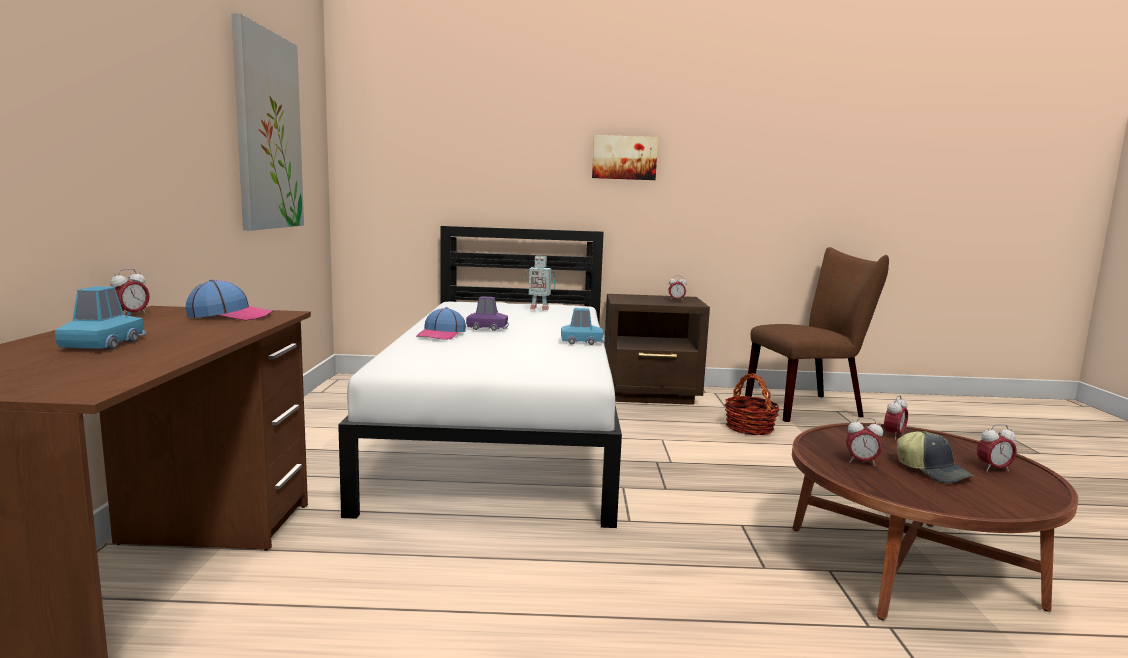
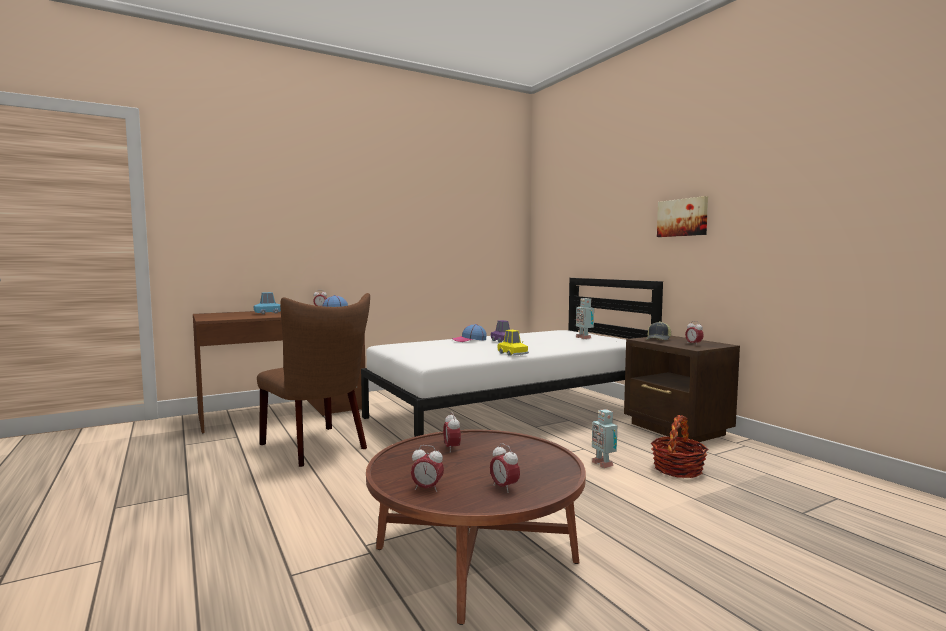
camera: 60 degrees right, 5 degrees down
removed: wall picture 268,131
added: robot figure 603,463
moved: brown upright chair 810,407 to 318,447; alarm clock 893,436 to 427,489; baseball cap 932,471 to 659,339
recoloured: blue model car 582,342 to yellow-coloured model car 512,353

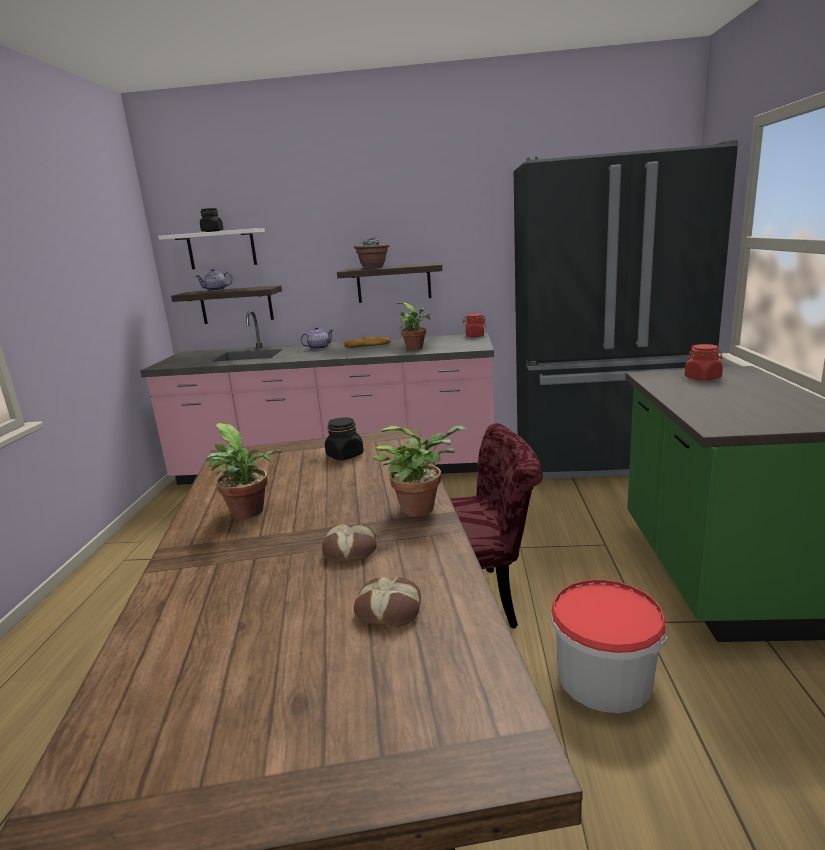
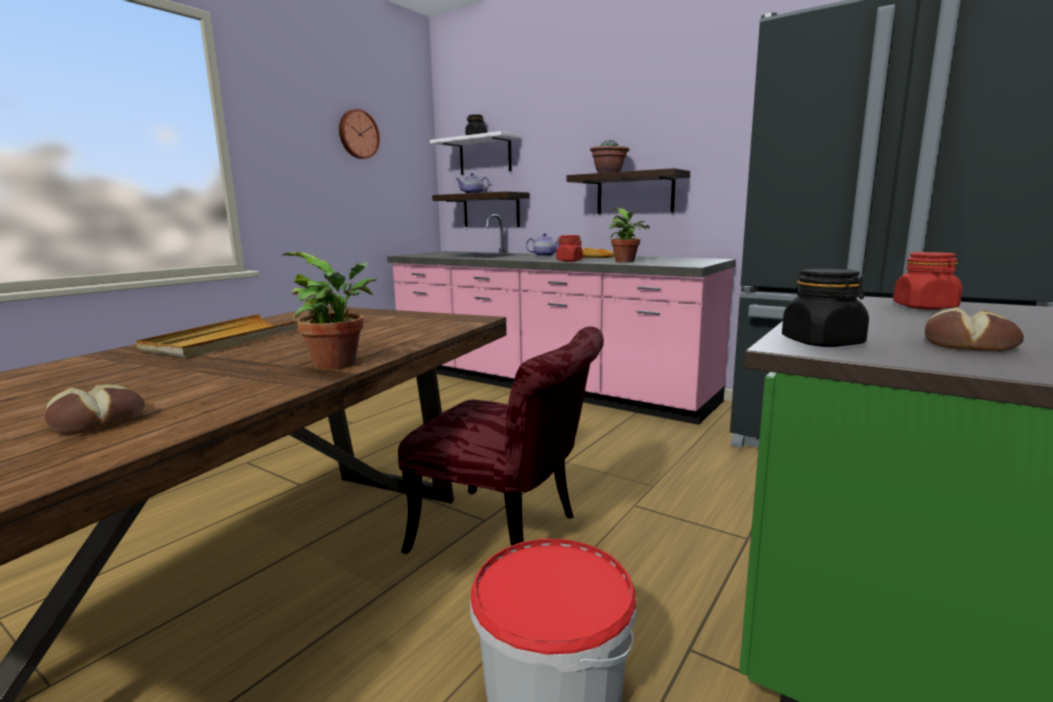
camera: 30 degrees right, 5 degrees down
added: wall clock 358,134
moved: red-coloured jar 475,336 to 569,261; black-coloured jar 345,455 to 822,342; bread 351,550 to 969,344
replaced: potted plant 249,513 to beige carrying tray 228,340

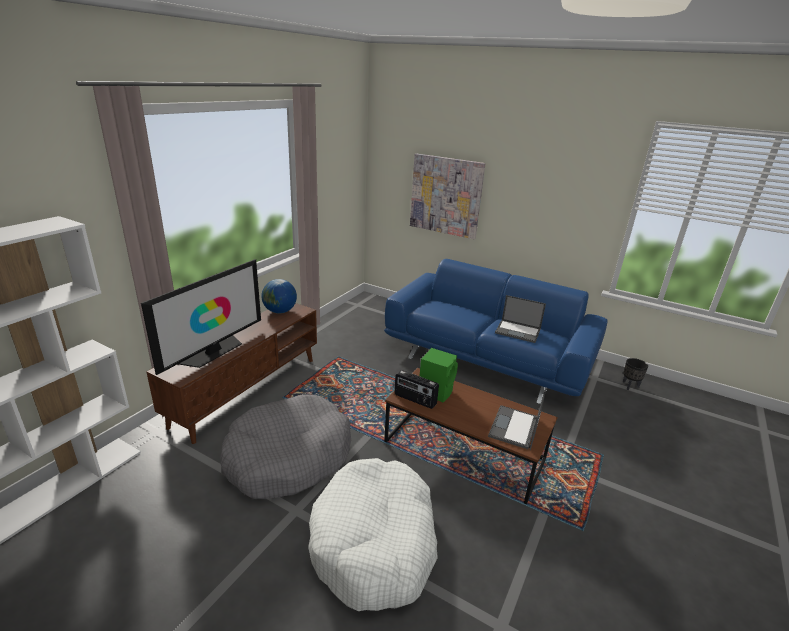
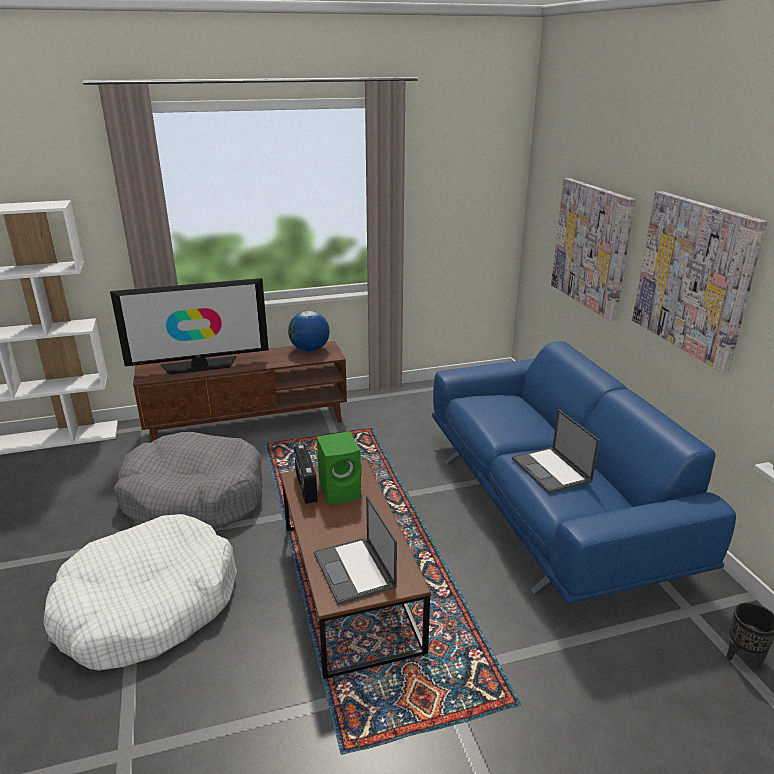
camera: 45 degrees right, 0 degrees up
added: wall picture 694,277
turned: notebook computer 514,428 = 355,571 90 degrees counterclockwise

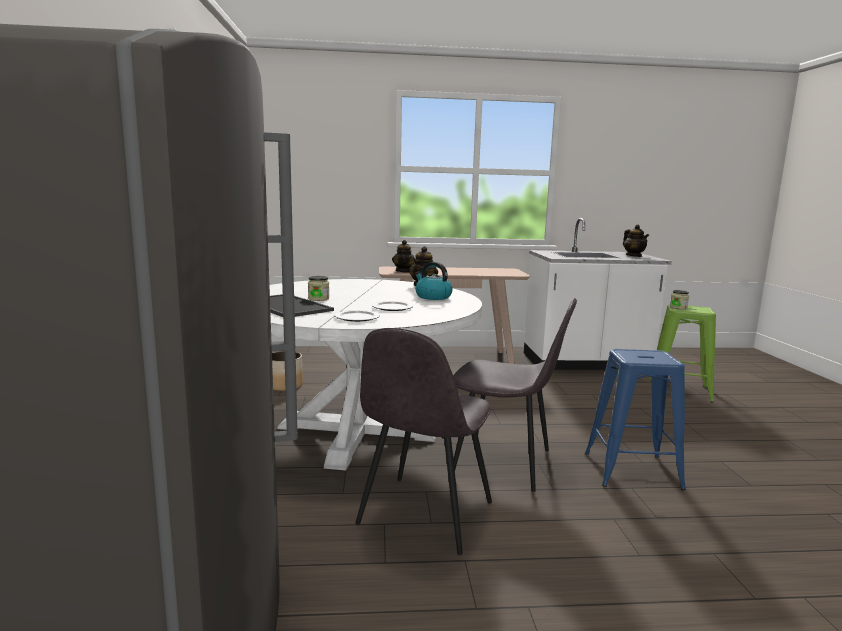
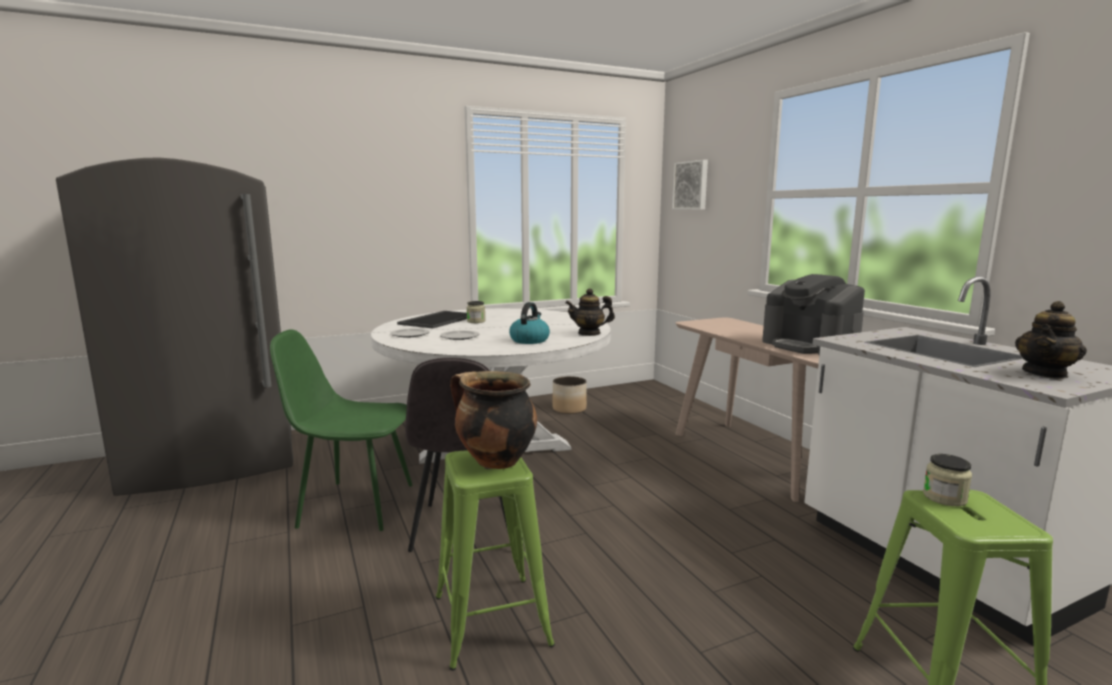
camera: 70 degrees right, 0 degrees up
removed: pot for tea 403,271
added: saucepot 494,461; wall picture 691,185; coffee brewer 810,346
recoloured: gray upright chair 424,515 to green-coloured upright chair 354,505; blue sitting stool 631,470 to green-coloured sitting stool 491,619

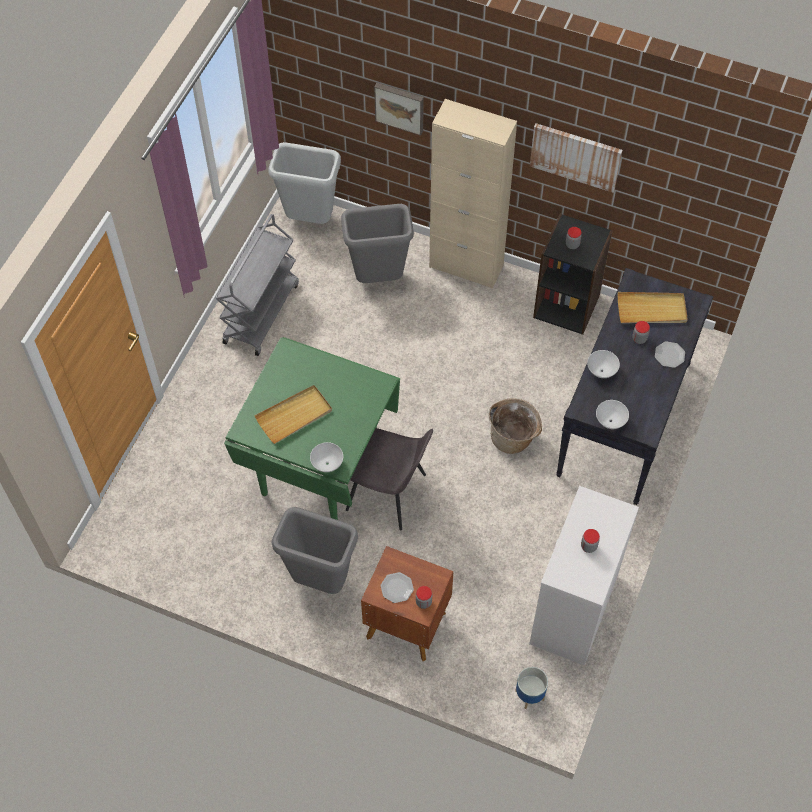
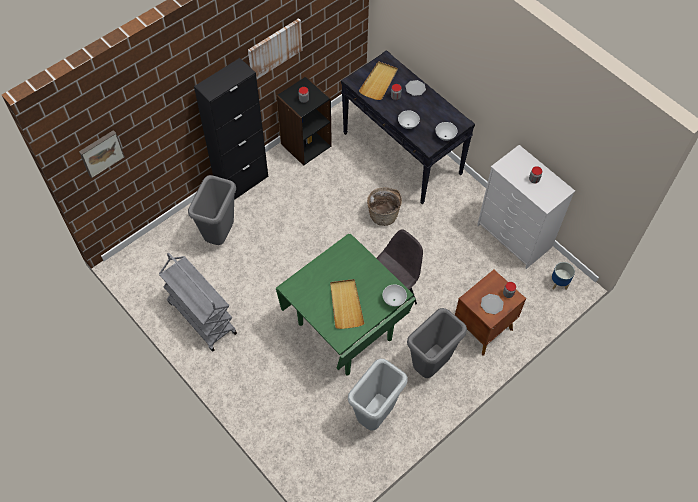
camera: 65 degrees left, 0 degrees up
moved: wall picture 400,107 to 101,153; gray rubbish bin 310,219 to 374,415
recoloured: beige cupboard 466,266 to black-coloured cupboard 242,183

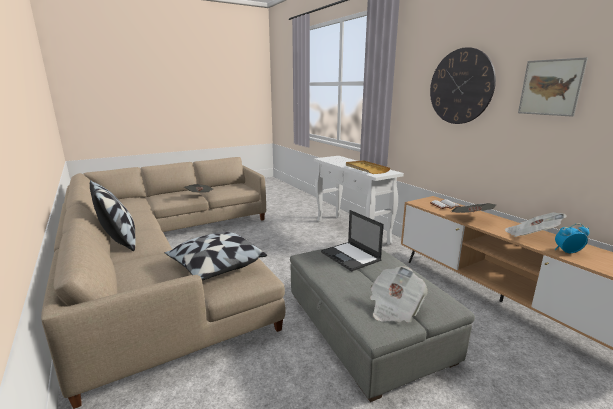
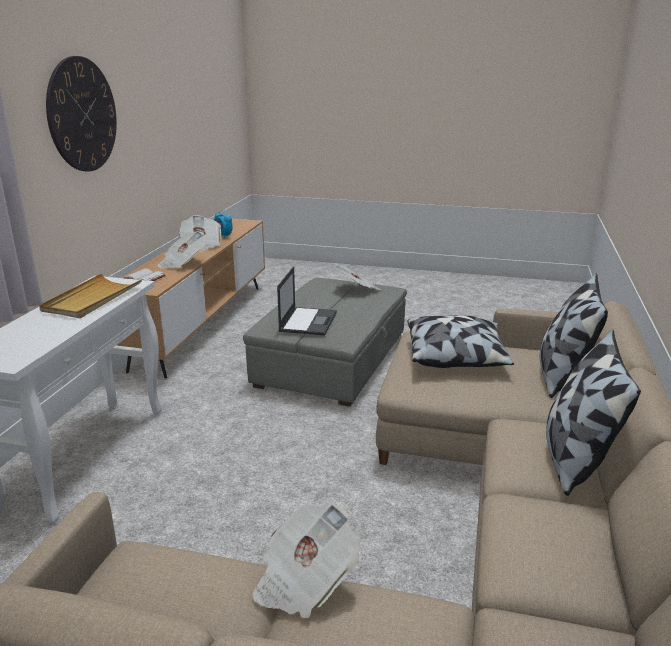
camera: 135 degrees left, 5 degrees up
removed: wall picture 550,87
added: throw pillow 562,375

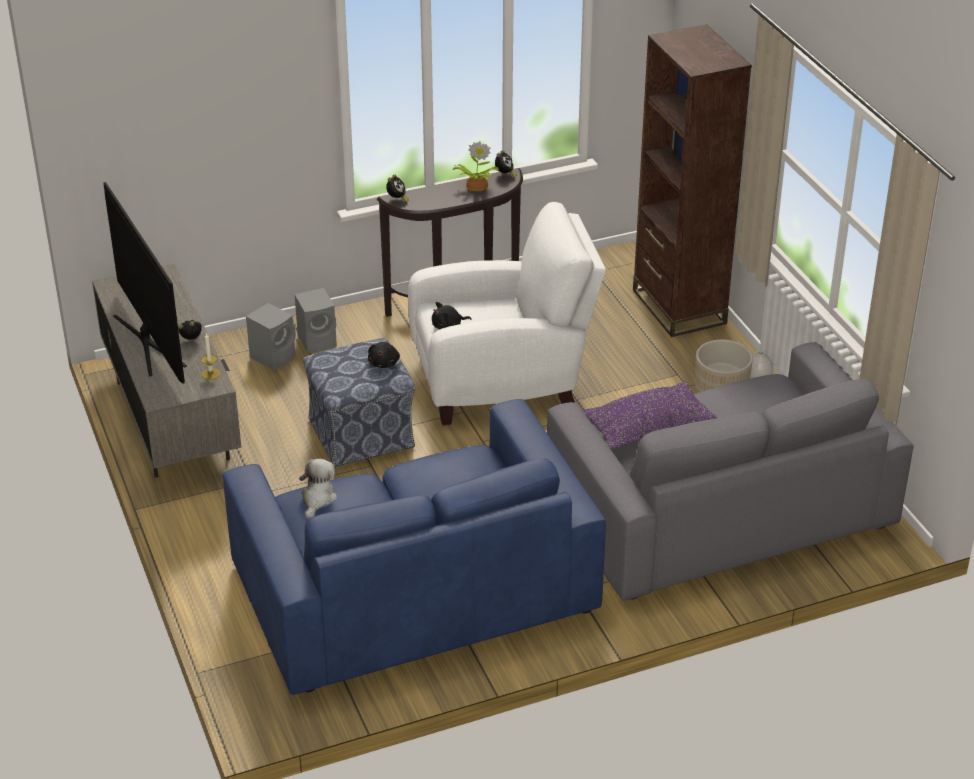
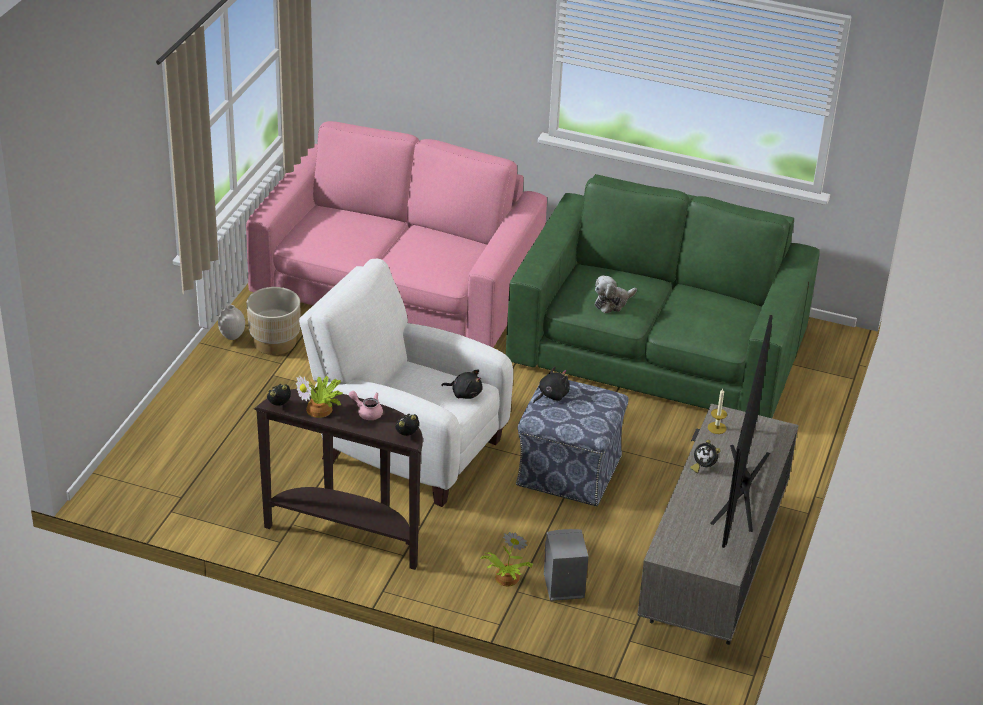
camera: 140 degrees left, 0 degrees up
removed: purplish throw pillow 647,427; brown bookcase 678,307
added: pink pot for tea 367,412
moved: soft toy 318,499 to 612,303
replaced: gray audio speaker 318,341 to potted plant 505,578
recoloured: gray couch 718,507 to pink couch 397,284; blue couch 413,589 to green-coloured couch 659,348

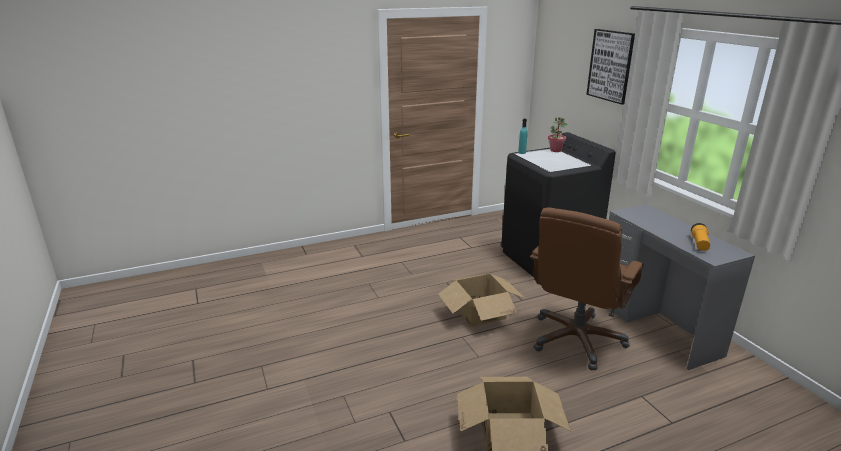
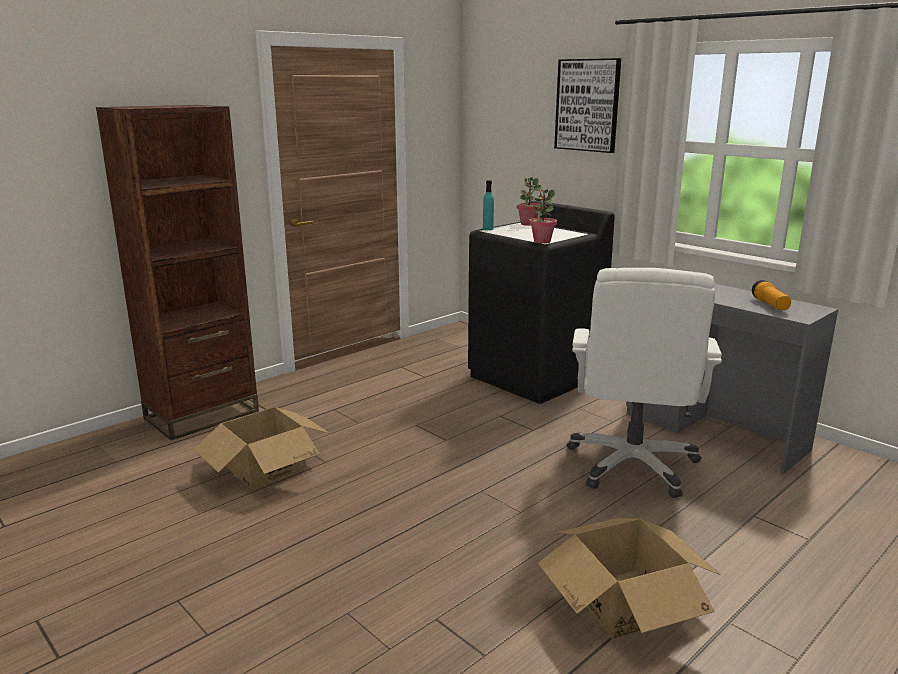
camera: 20 degrees left, 5 degrees down
added: brown bookcase 202,415; potted plant 542,241
moved: carton 480,312 to 266,467
recoloured: brown desk chair 576,340 to white desk chair 632,465

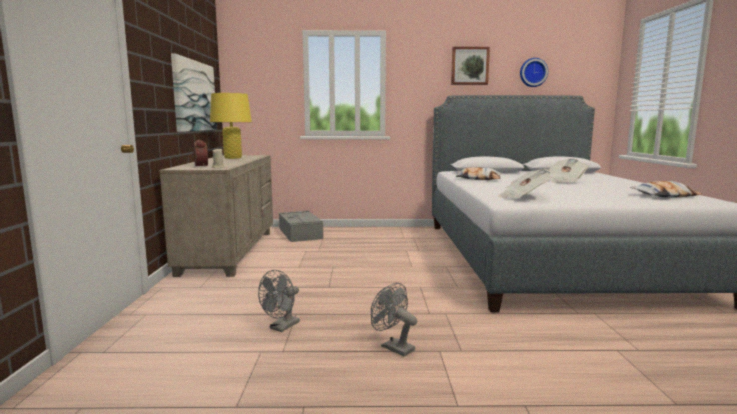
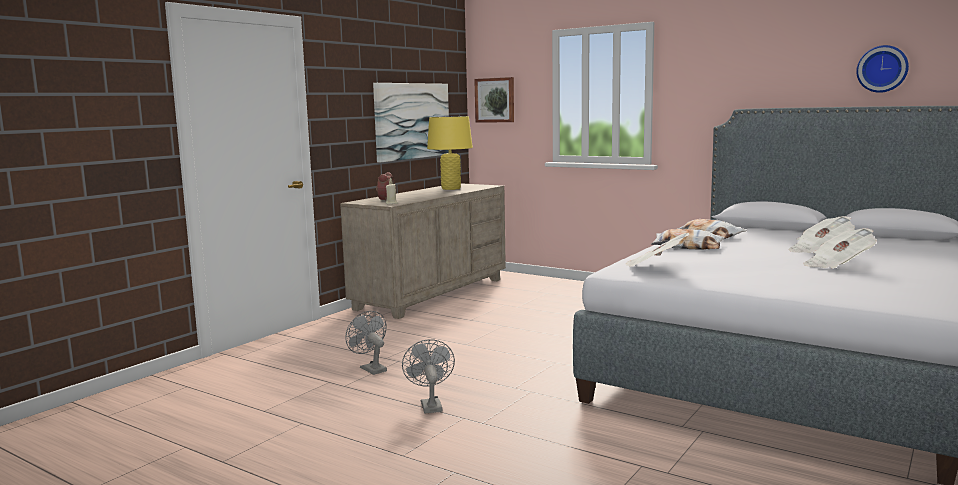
camera: 35 degrees right, 0 degrees up
removed: gray storage container 300,233
added: newspaper 837,265
moved: wall picture 469,66 to 495,100; throw pillow 664,196 to 687,246
turned: gray cooling fan 281,327 = 370,369 75 degrees clockwise

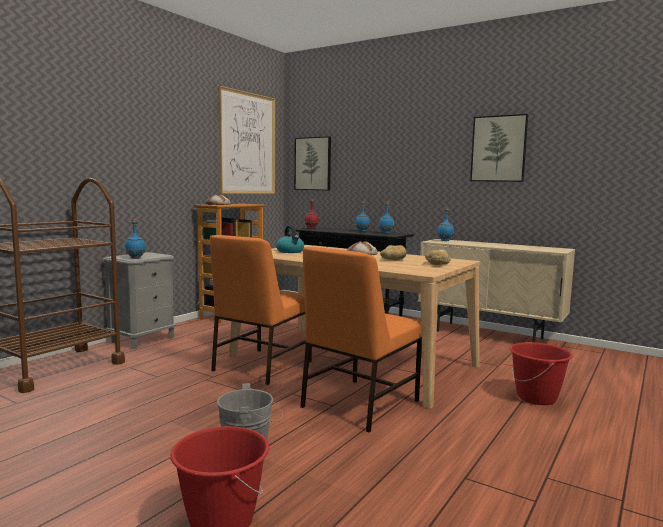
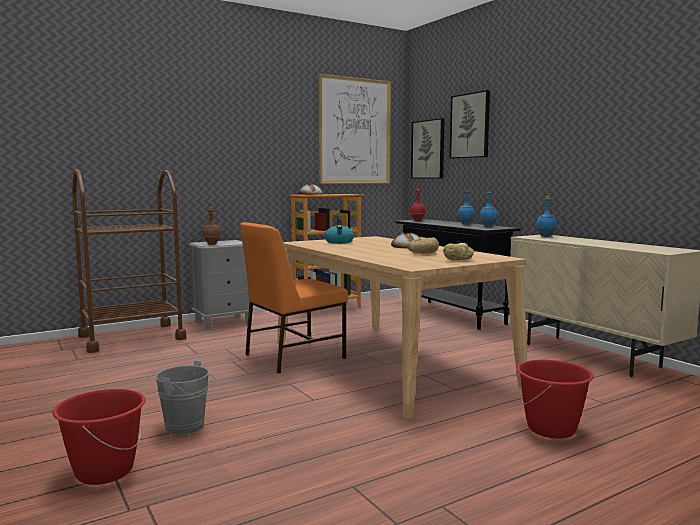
camera: 25 degrees right, 0 degrees up
removed: orangey upright chair 358,404
moved: wall picture 498,149 to 470,126
recoloured: blue drink bottle 135,258 to brown drink bottle 211,244

